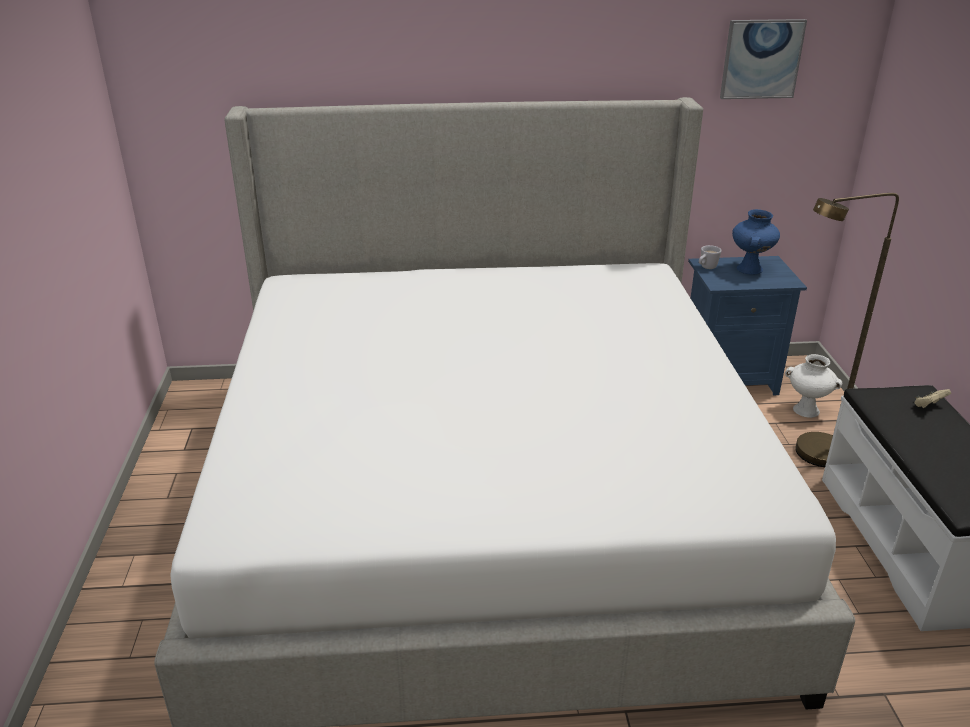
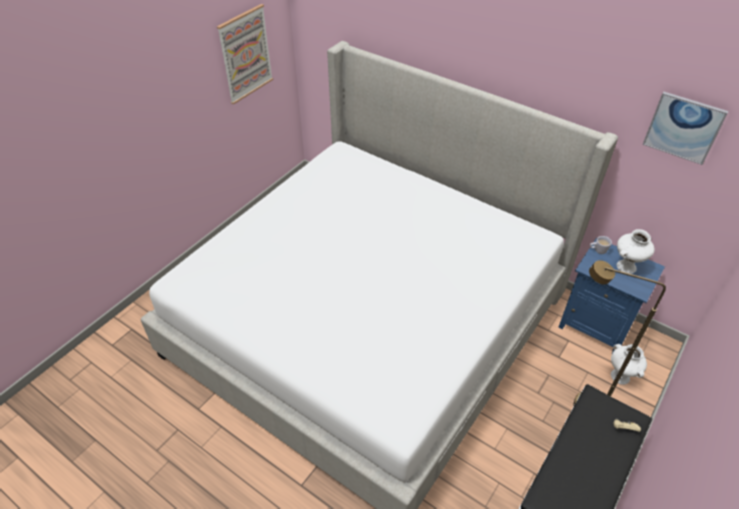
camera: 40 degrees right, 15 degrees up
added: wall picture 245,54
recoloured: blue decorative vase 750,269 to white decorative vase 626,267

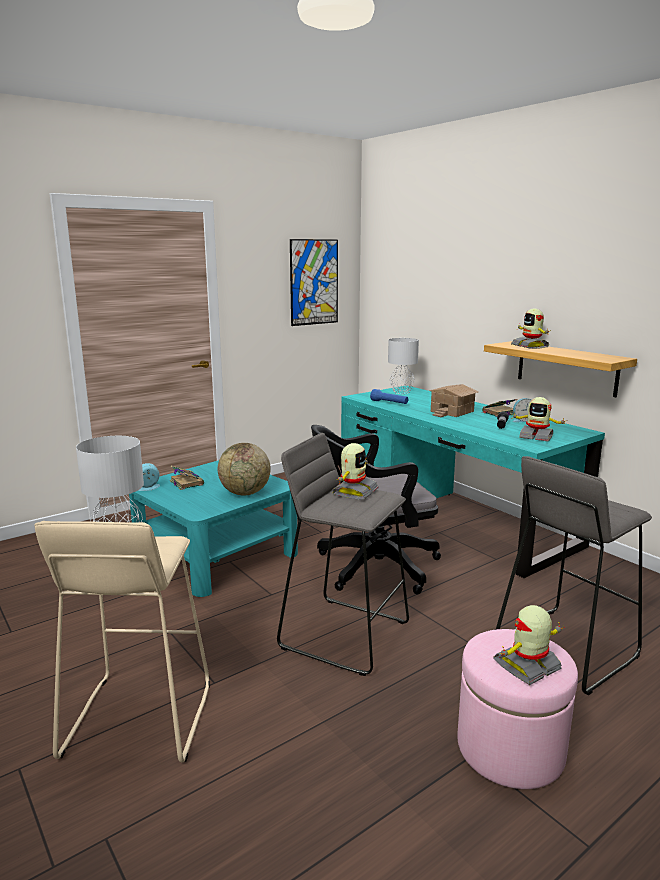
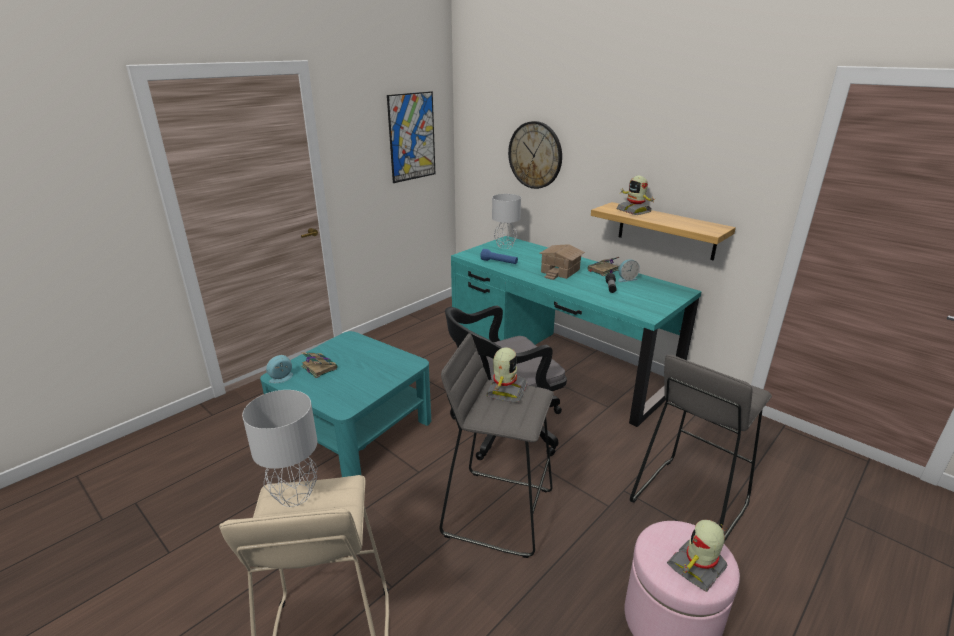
camera: 10 degrees left, 10 degrees up
removed: desk globe 245,493; robot figure 536,437
added: wall clock 535,155

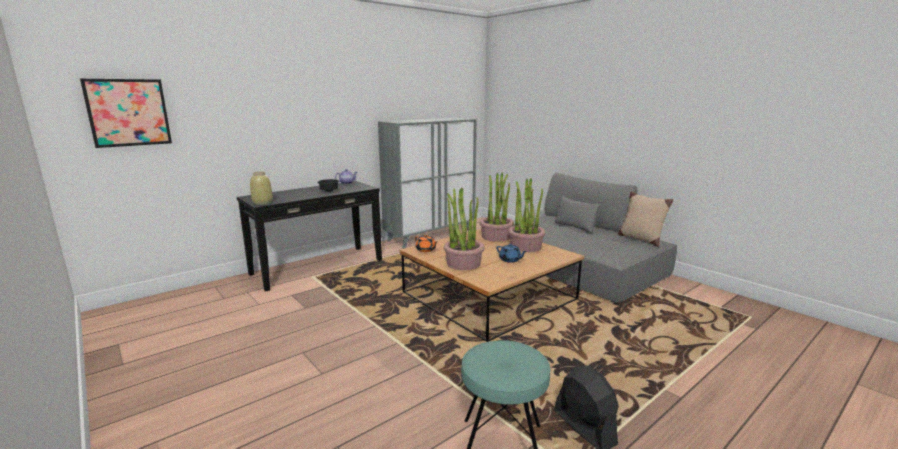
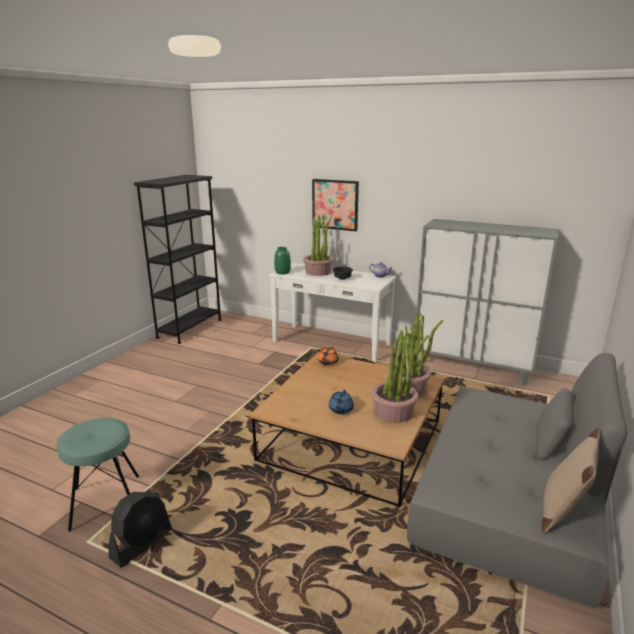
camera: 65 degrees right, 5 degrees up
added: black-coloured bookcase 190,328
moved: potted plant 463,263 to 318,272; wall picture 128,112 to 335,204
recoloured: black-coloured console table 317,267 to white console table 331,342; beige decorative vase 263,203 to green-coloured decorative vase 282,272

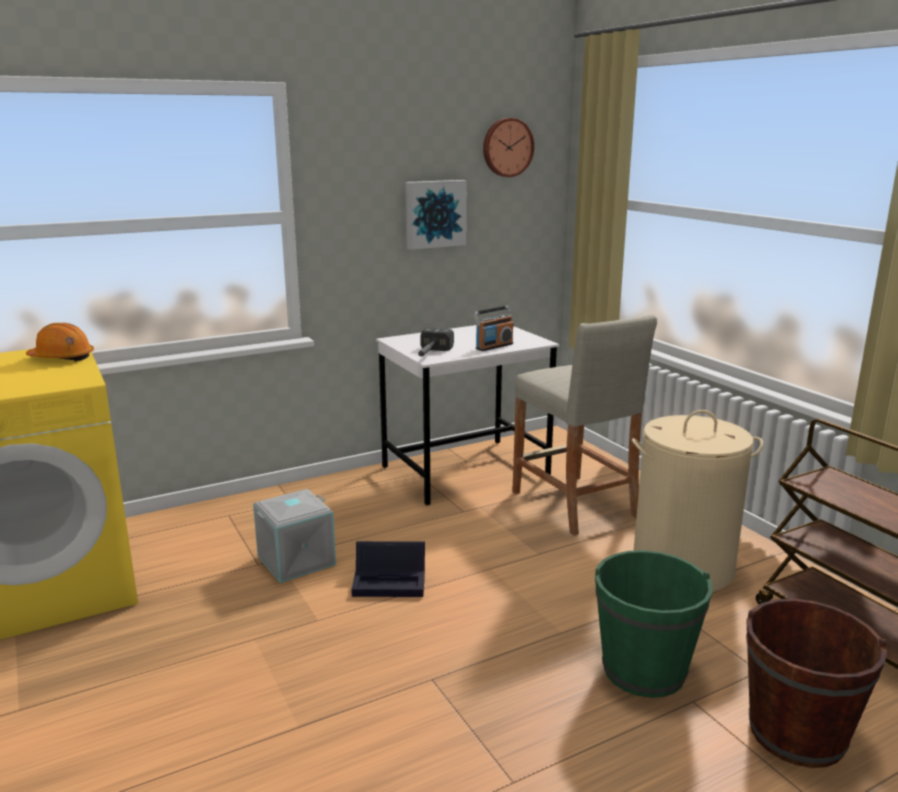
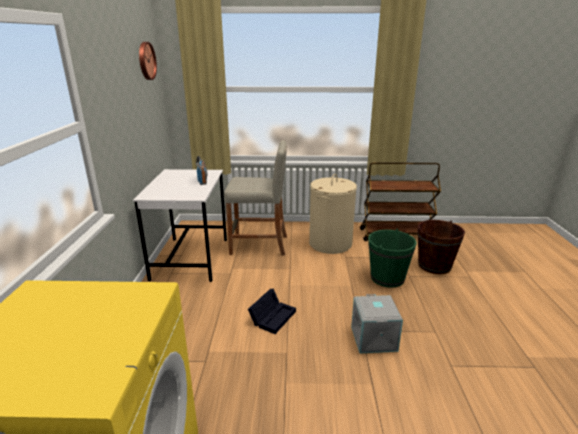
camera: 60 degrees left, 5 degrees up
removed: orangey safety helmet 62,358; wall picture 434,214; tool hammer 430,355
moved: gray storage container 296,561 to 374,339

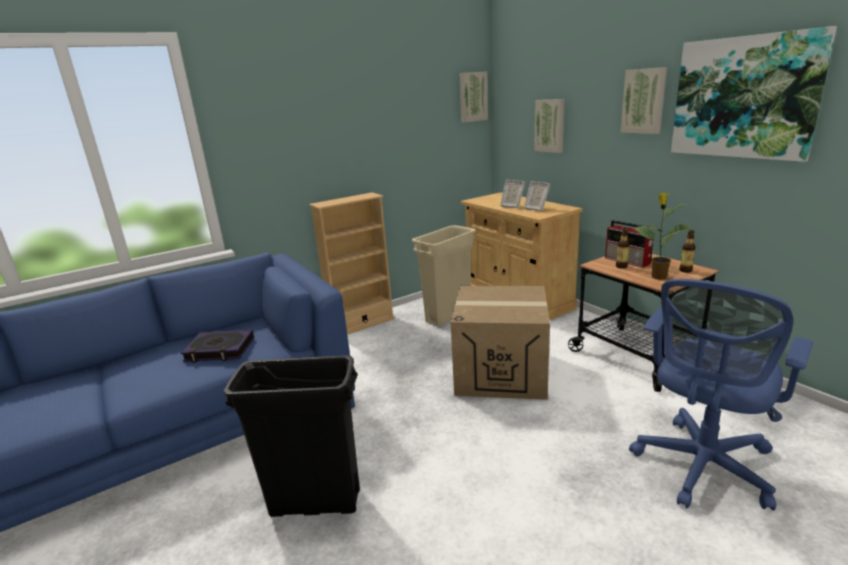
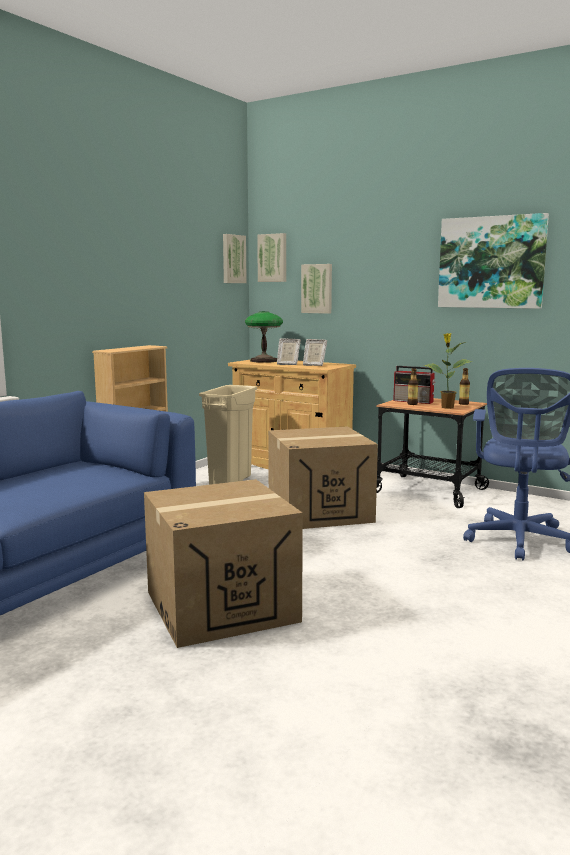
camera: 25 degrees left, 10 degrees down
removed: book 220,350
added: table lamp 264,361
moved: wall picture 644,101 to 273,258
replaced: black-coloured rubbish bin 316,502 to carton 221,606

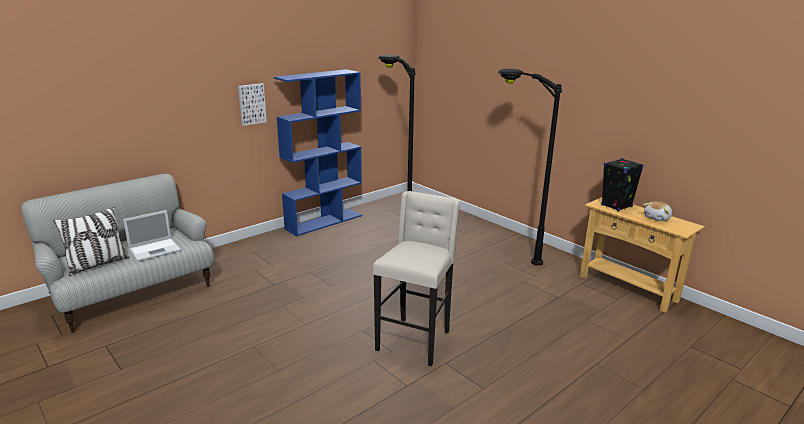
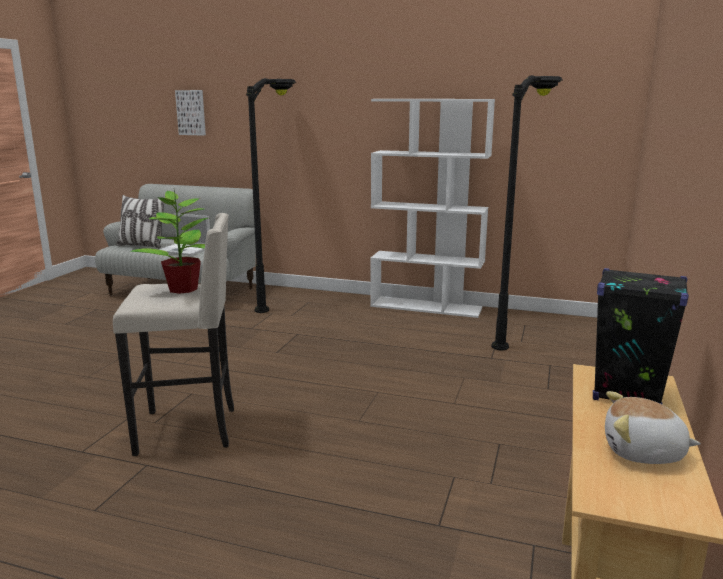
camera: 60 degrees right, 5 degrees down
added: potted plant 182,289
moved: wall picture 251,104 to 191,112; black-coloured standard lamp 506,249 to 281,297
recoloured: blue bookcase 324,222 to white bookcase 426,307

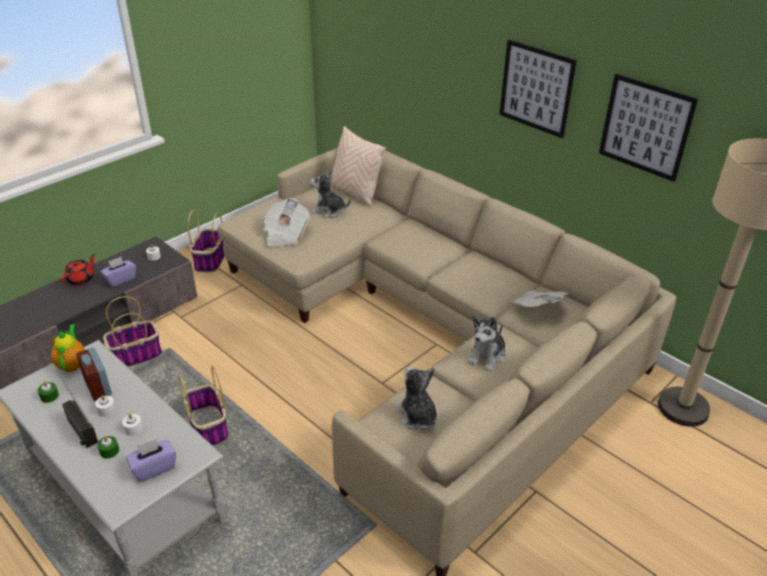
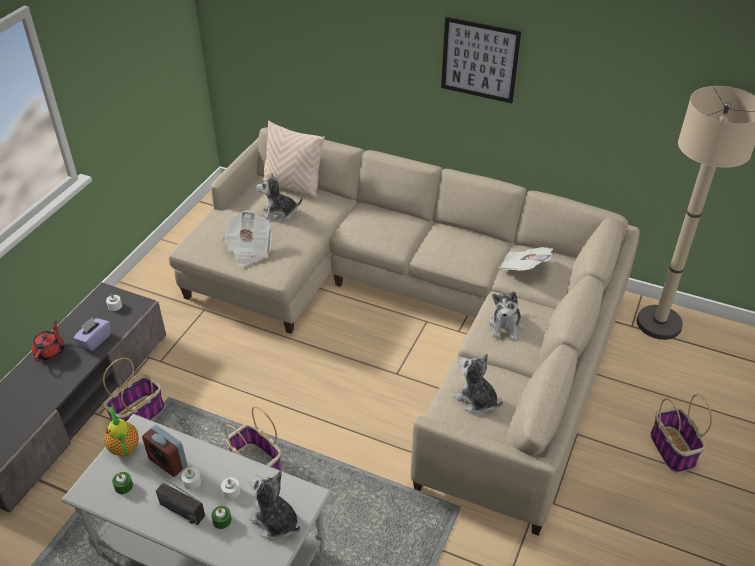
camera: 20 degrees left, 5 degrees up
removed: wall picture 645,127
moved: basket 210,261 to 673,450
replaced: purplish tissue holder 154,468 to soft toy 275,522

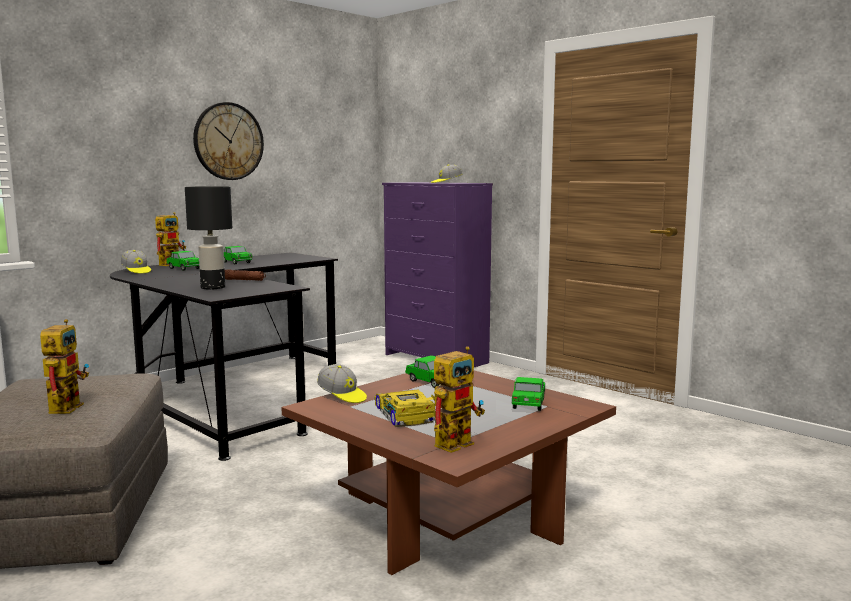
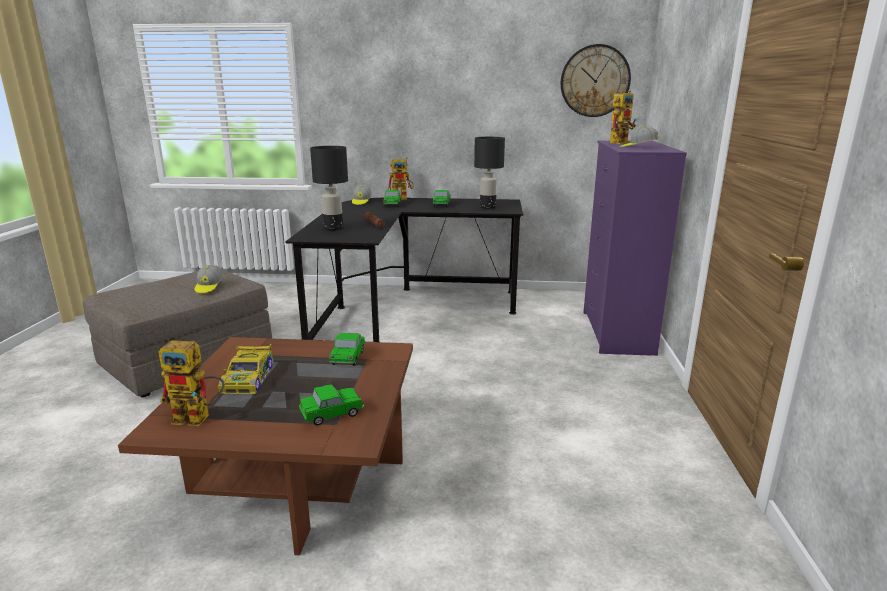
camera: 50 degrees right, 10 degrees up
added: black-coloured table lamp 488,207
moved: baseball cap 342,396 to 209,287; wall clock 228,141 to 595,81; robot figure 66,406 to 620,142
turned: model car 404,415 = 248,378 150 degrees clockwise

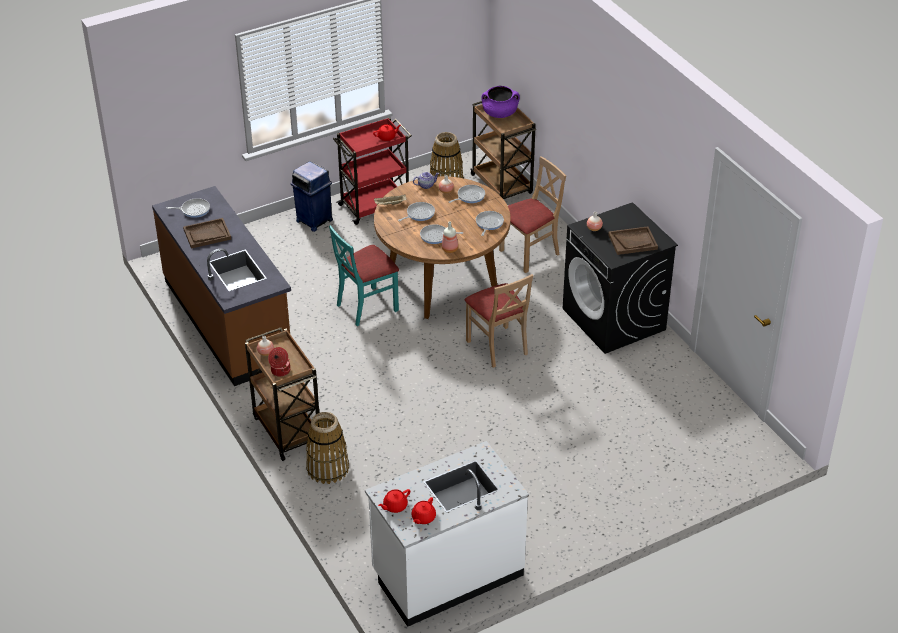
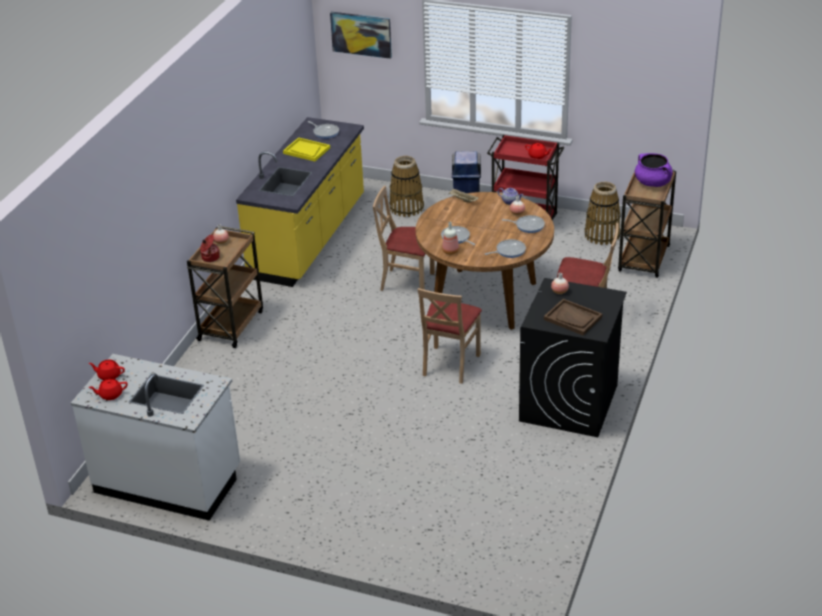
camera: 50 degrees right, 5 degrees down
removed: skillet 419,214
added: wall picture 361,34
moved: basket 328,468 to 406,208
recoloured: brown counter 228,321 to yellow-coloured counter 309,238; brown carrying tray 207,234 to yellow-coloured carrying tray 306,151; turquoise upright chair 366,306 to beige upright chair 407,282

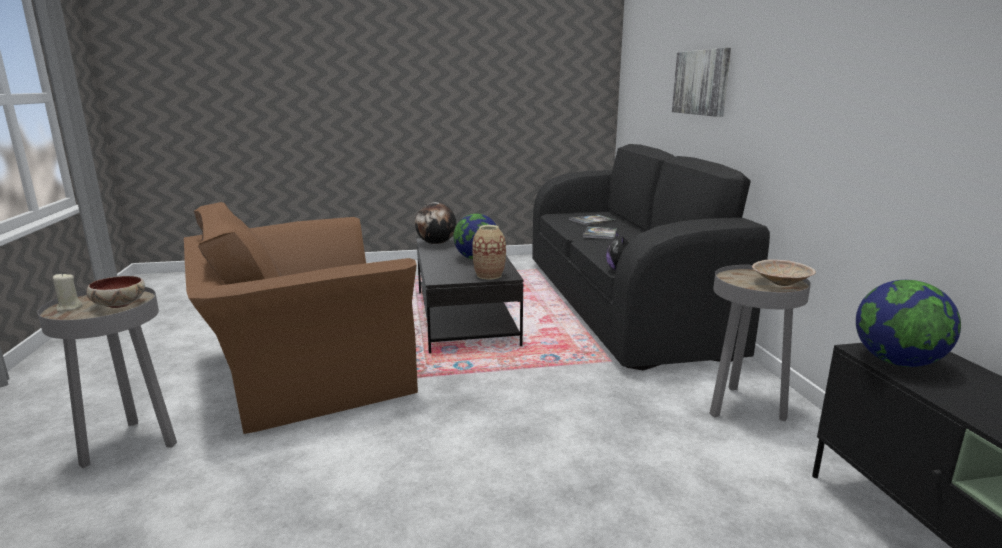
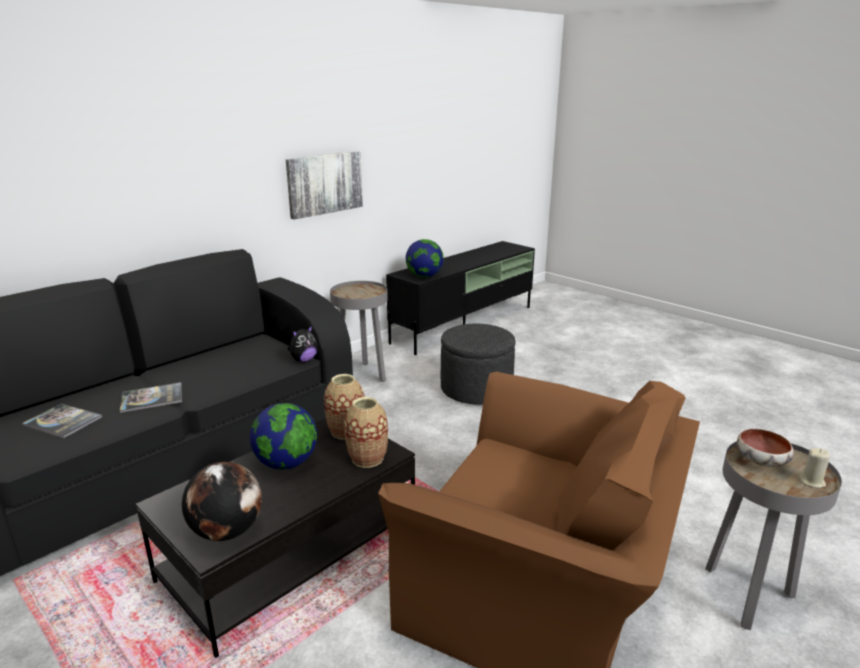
camera: 125 degrees left, 5 degrees up
removed: beige bowl 780,284
added: decorative vase 367,458; gray pouffe 476,389
moved: wall picture 701,82 to 324,184

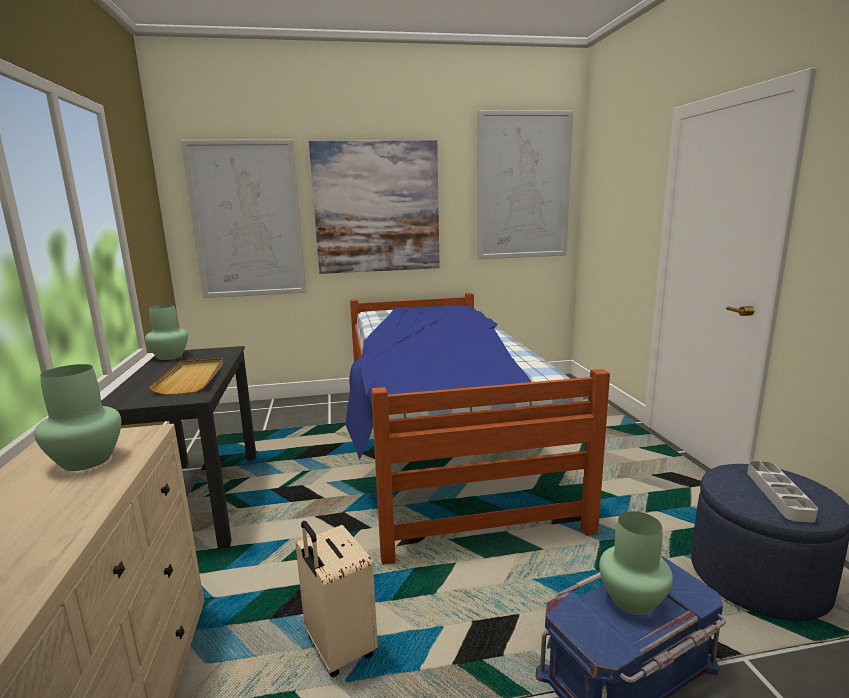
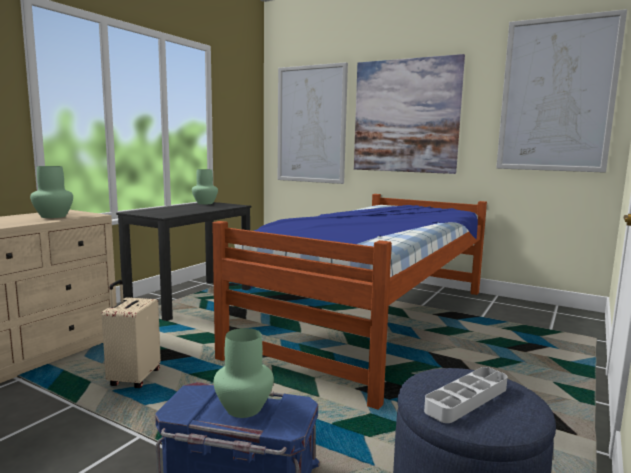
camera: 40 degrees right, 5 degrees down
removed: beige carrying tray 192,378

